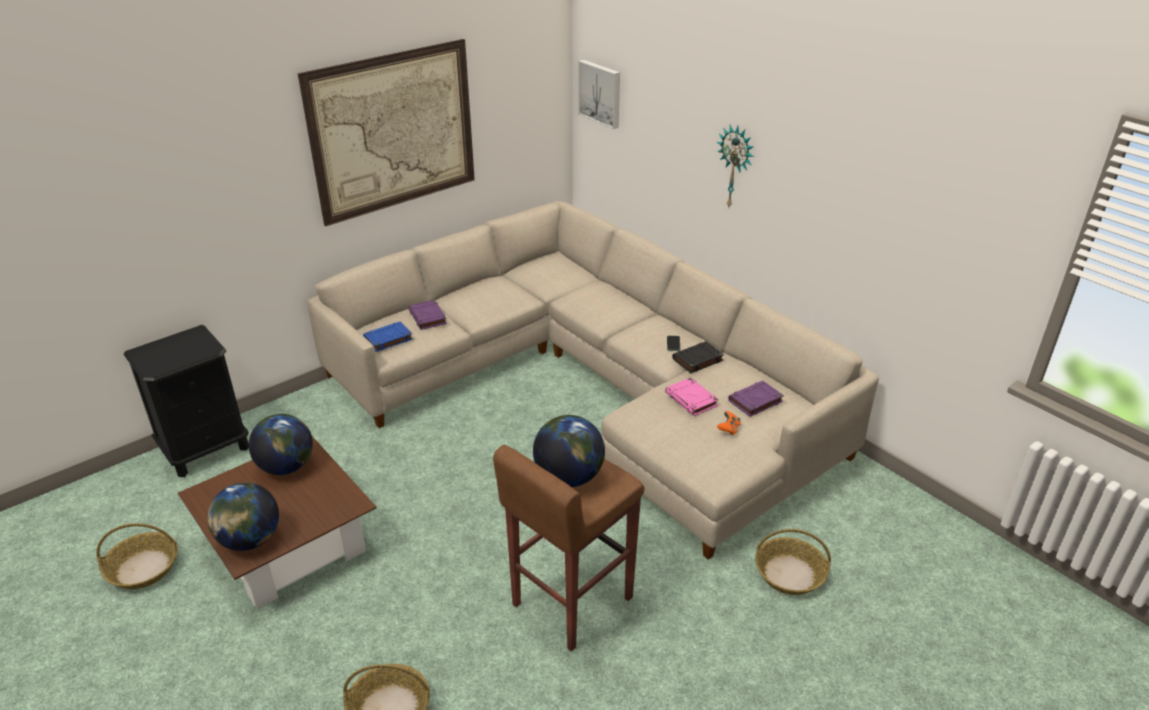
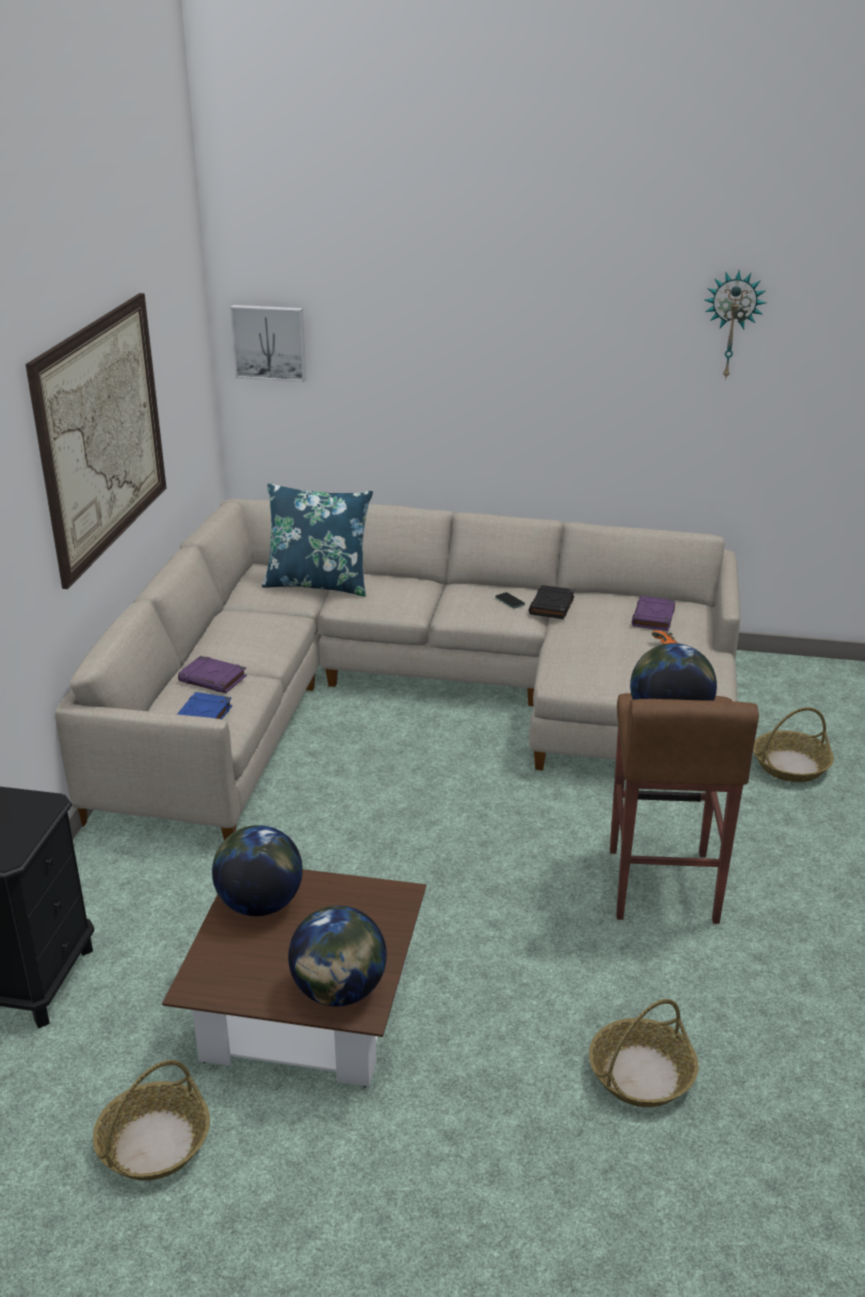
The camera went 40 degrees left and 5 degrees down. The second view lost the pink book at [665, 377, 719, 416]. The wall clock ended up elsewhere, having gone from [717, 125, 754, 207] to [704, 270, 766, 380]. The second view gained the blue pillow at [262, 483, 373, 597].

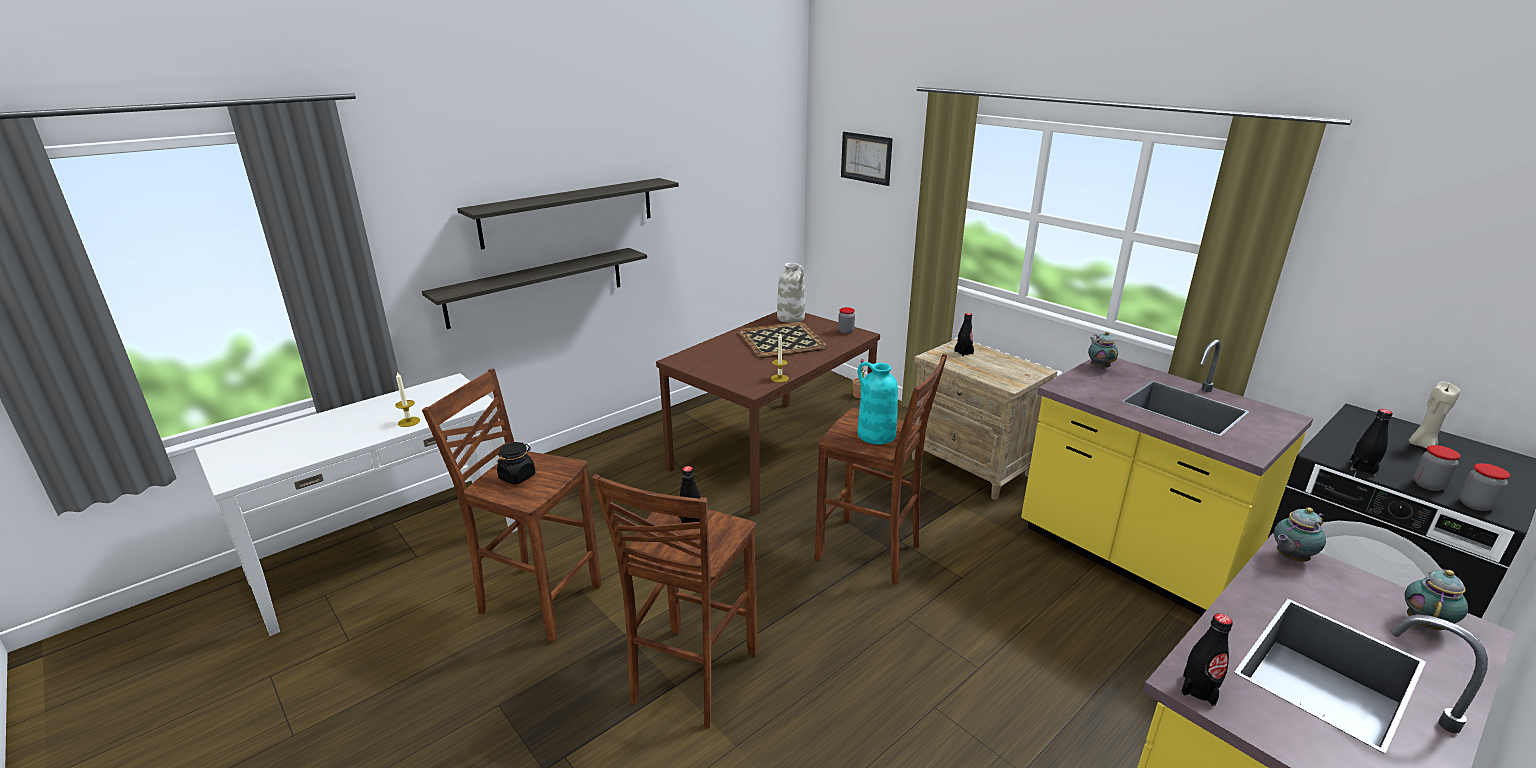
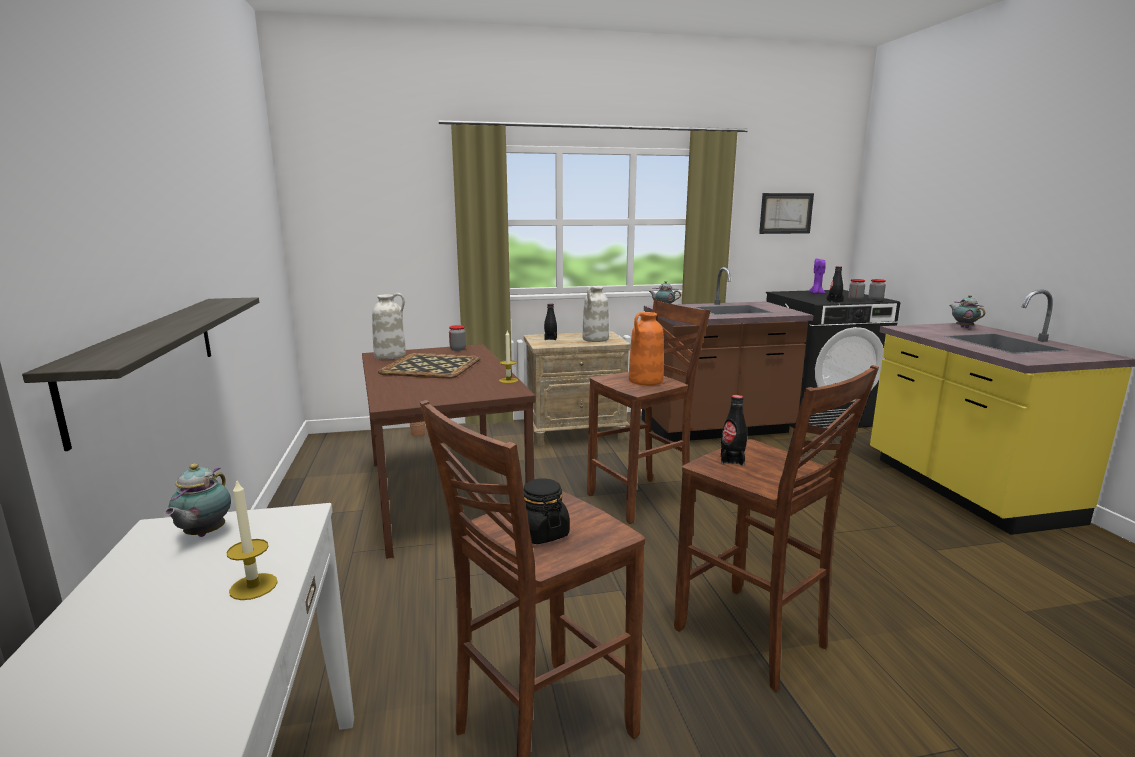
The camera went 60 degrees left and 10 degrees down. The second view lost the shelf at [457, 178, 679, 250]. The picture ended up elsewhere, having gone from [841, 132, 893, 186] to [759, 193, 814, 234]. What was the turquoise vase at [857, 362, 898, 445] turned into the orange vase at [629, 312, 664, 385]. What was the yellow counter at [1021, 339, 1314, 616] turned into the brown counter at [642, 267, 814, 442]. The second view lost the black bottle at [1181, 613, 1233, 706]. The teapot ended up elsewhere, having gone from [1274, 507, 1326, 562] to [164, 463, 231, 537]. What was the beige candle at [1409, 382, 1460, 449] turned into the purple candle at [809, 259, 826, 294]. The second view gained the white vase at [583, 286, 609, 342].

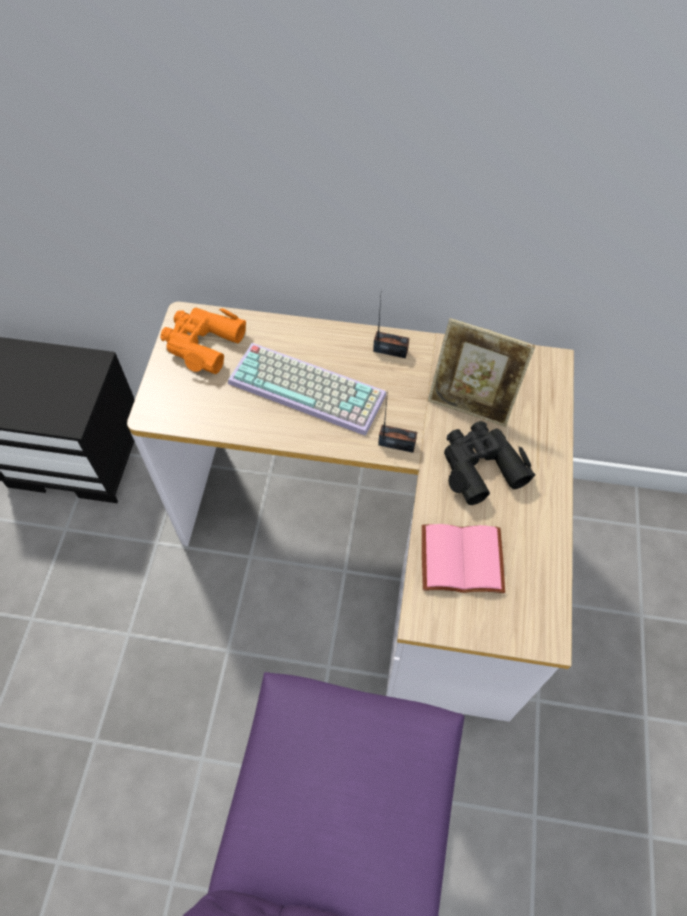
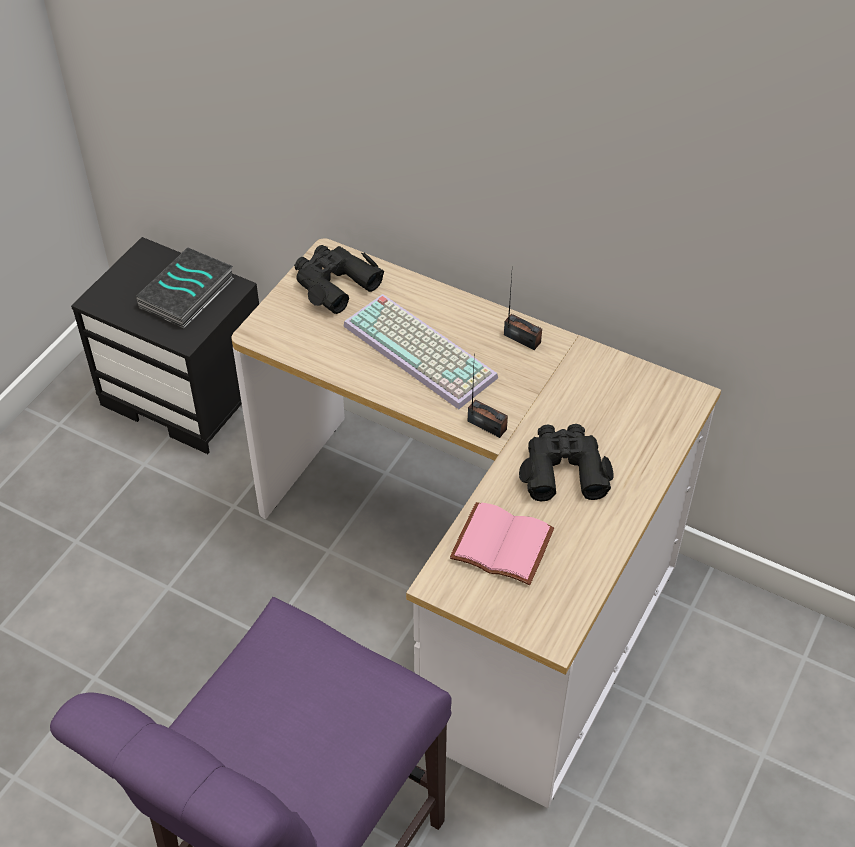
The camera went 20 degrees right and 10 degrees down. What was the orange binoculars at [160, 308, 246, 374] turned into the black binoculars at [294, 245, 384, 314]. The second view lost the picture frame at [428, 318, 536, 427]. The second view gained the book at [136, 247, 234, 329].

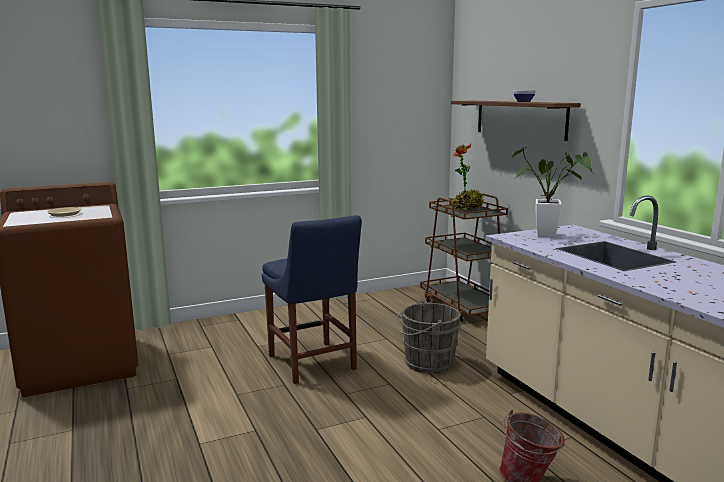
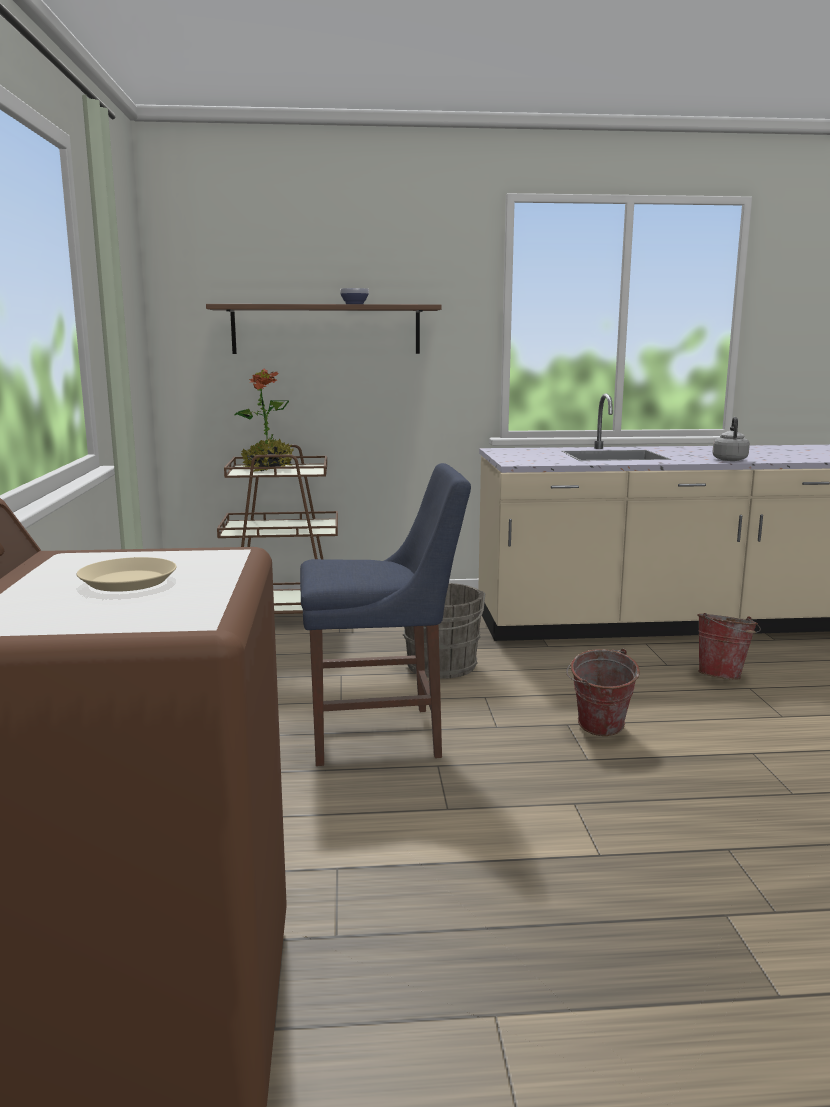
The camera went 70 degrees left and 0 degrees up. The second view lost the potted plant at [512, 147, 593, 237]. The second view gained the bucket at [566, 649, 640, 736]. The second view gained the grey kettle at [712, 417, 750, 461].

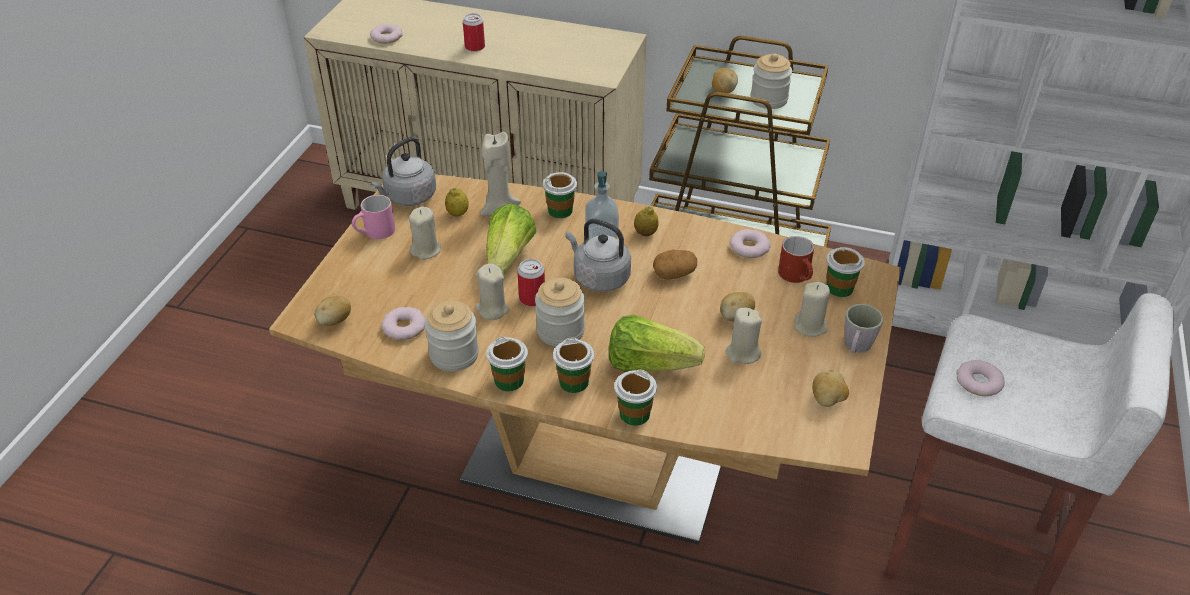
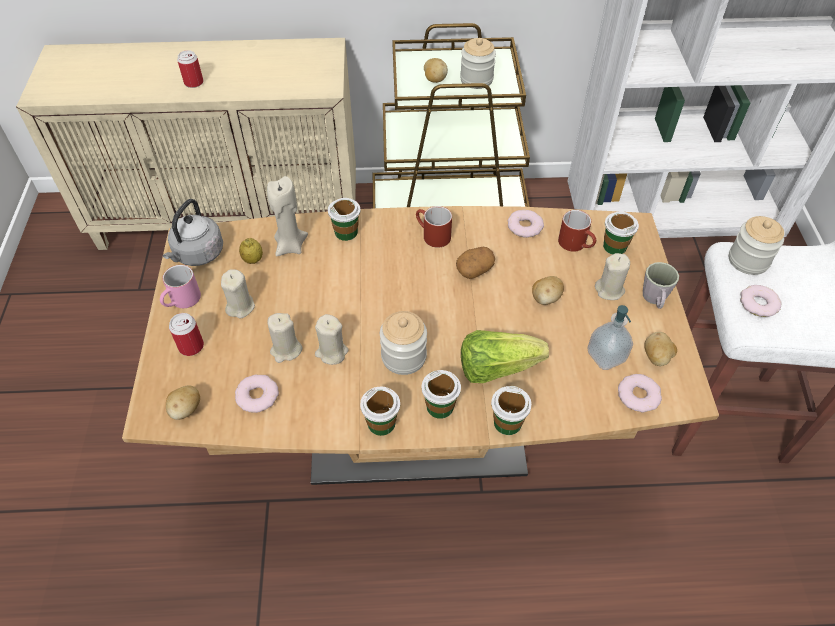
The camera went 20 degrees left and 10 degrees up. The donut ended up elsewhere, having gone from [370, 24, 403, 44] to [618, 374, 662, 413]. The jar ended up elsewhere, having gone from [425, 301, 479, 372] to [729, 216, 784, 275]. The second view lost the lettuce at [486, 203, 536, 275]. The can ended up elsewhere, having gone from [517, 259, 545, 306] to [169, 313, 204, 356]. The second view lost the grey kettle at [566, 219, 631, 292]. The soap dispenser ended up elsewhere, having gone from [585, 171, 619, 239] to [588, 305, 633, 370]. Where the lemon stood at [634, 206, 659, 236], the red mug came to stand at [416, 206, 452, 248]. The beige candle ended up elsewhere, having gone from [725, 308, 762, 364] to [268, 313, 302, 363].

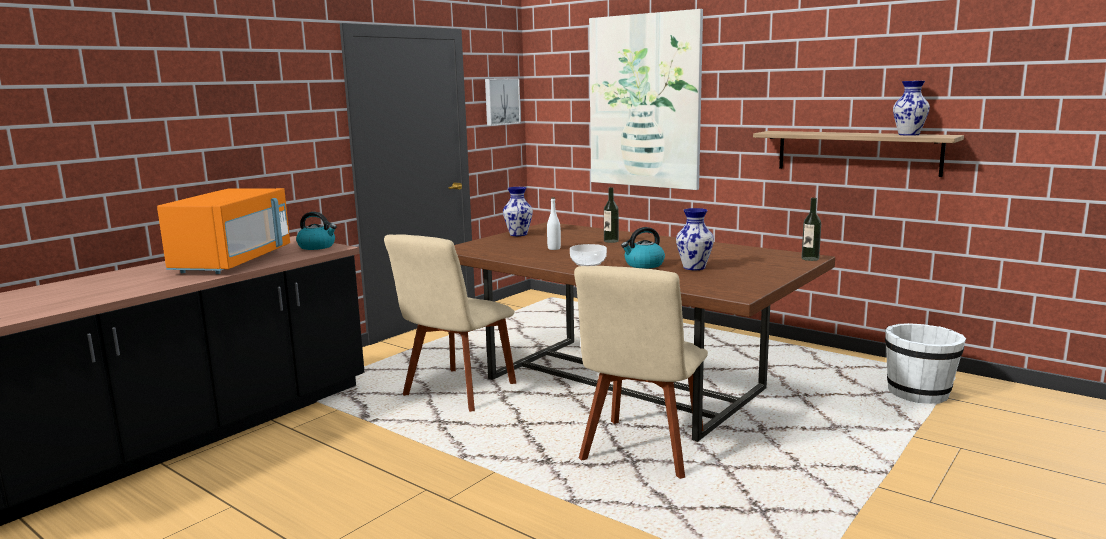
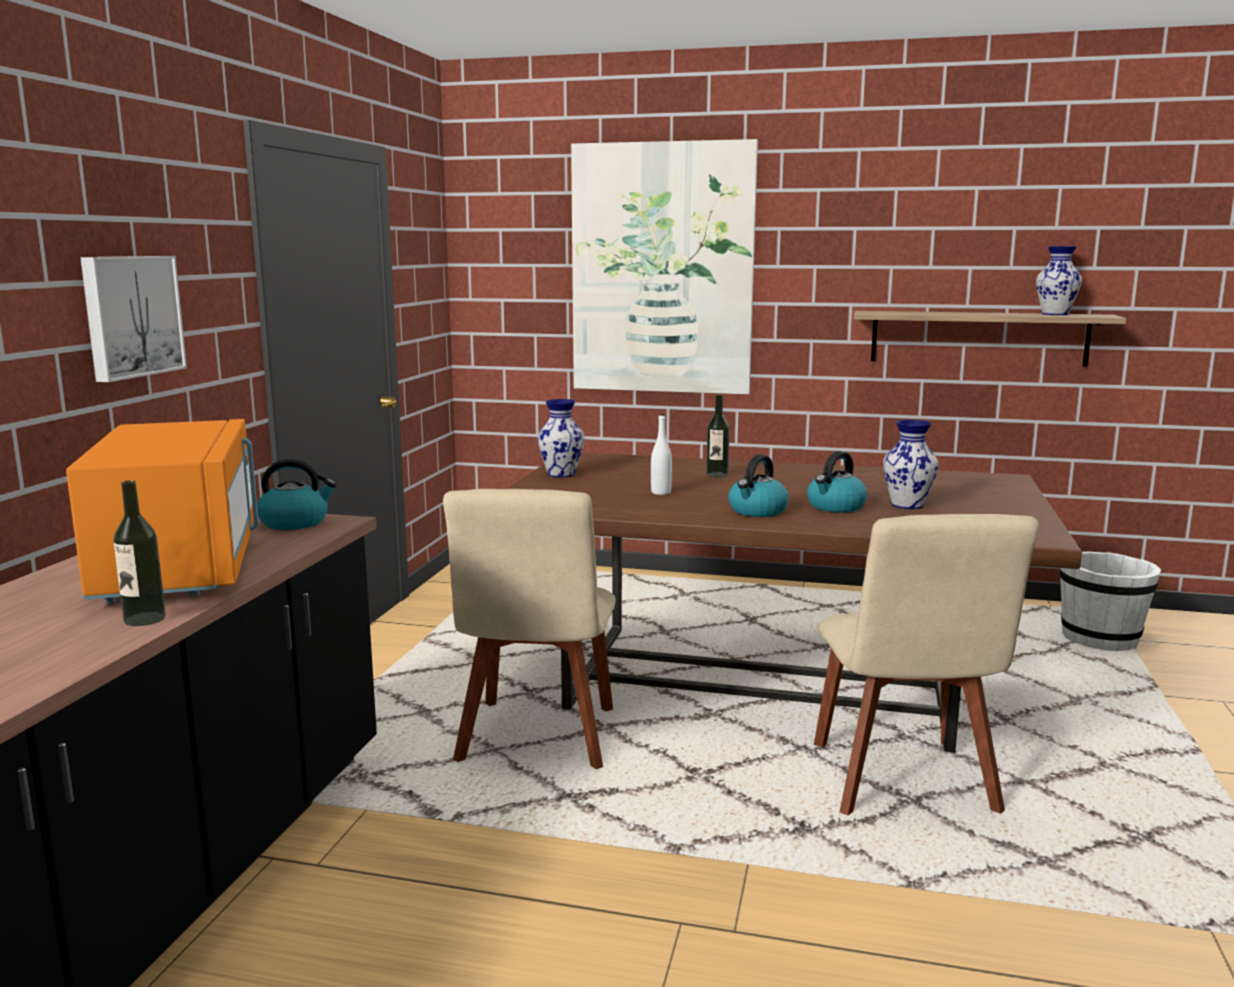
The camera went 25 degrees left and 0 degrees up. The picture ended up elsewhere, having gone from [485, 78, 521, 126] to [80, 256, 187, 382]. Where the bowl stood at [570, 244, 607, 266], the kettle came to stand at [728, 454, 789, 517]. The bottle ended up elsewhere, having gone from [802, 198, 821, 261] to [113, 480, 166, 626].

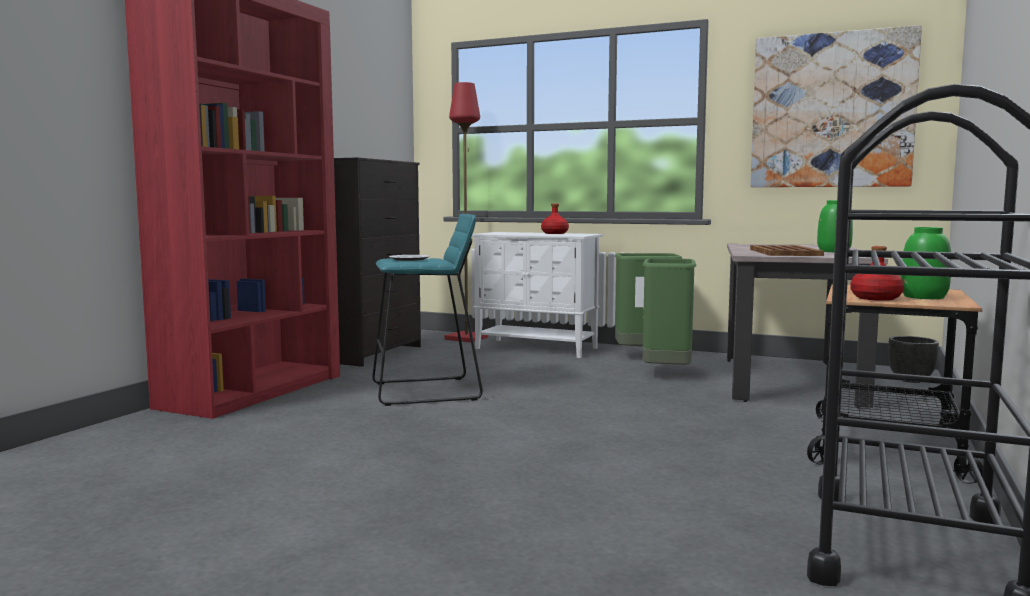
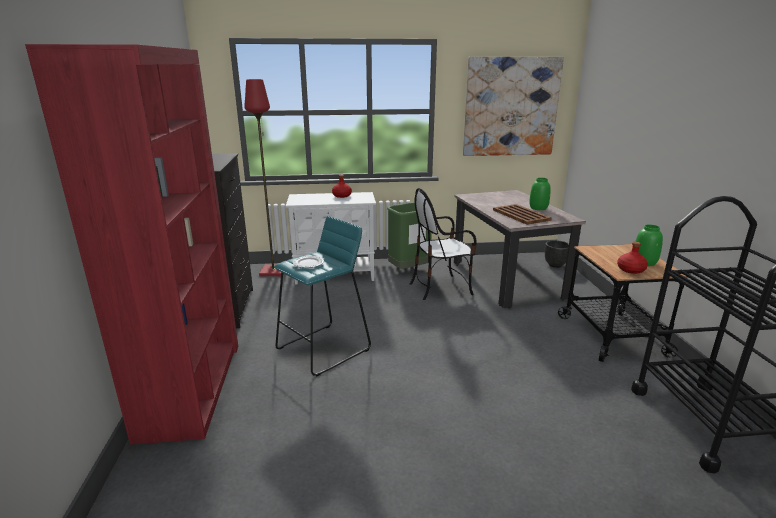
The camera went 30 degrees left and 15 degrees up. Where the green trash can stood at [643, 258, 696, 365], the chair came to stand at [410, 188, 477, 300].

